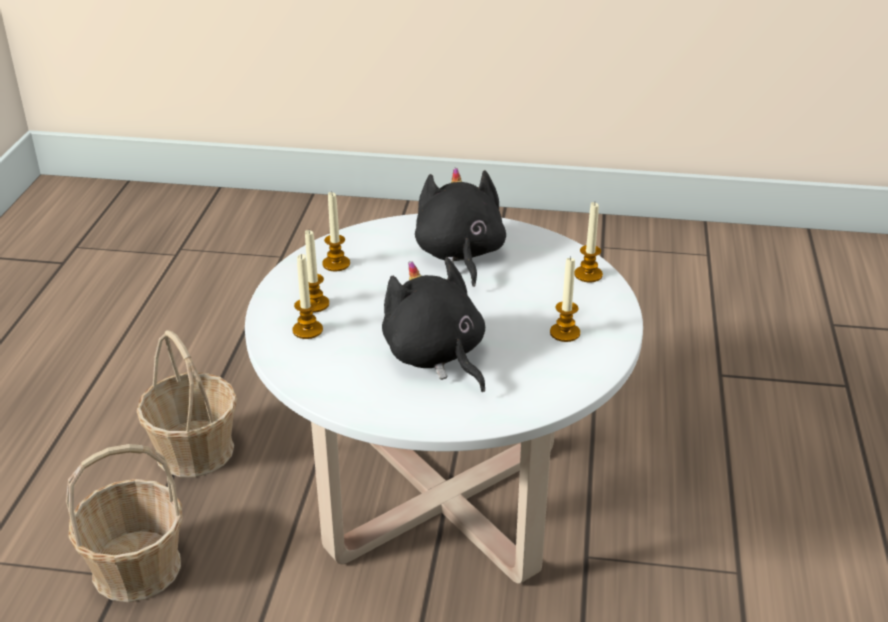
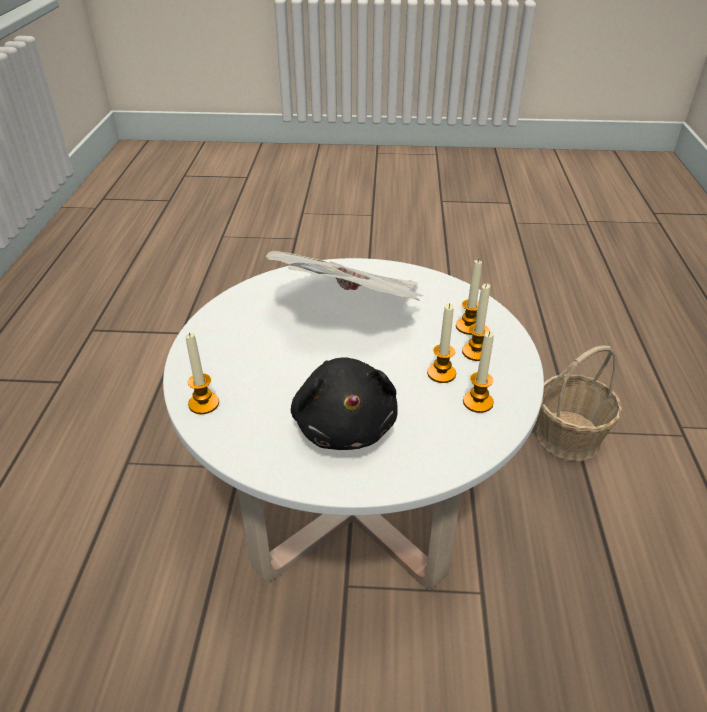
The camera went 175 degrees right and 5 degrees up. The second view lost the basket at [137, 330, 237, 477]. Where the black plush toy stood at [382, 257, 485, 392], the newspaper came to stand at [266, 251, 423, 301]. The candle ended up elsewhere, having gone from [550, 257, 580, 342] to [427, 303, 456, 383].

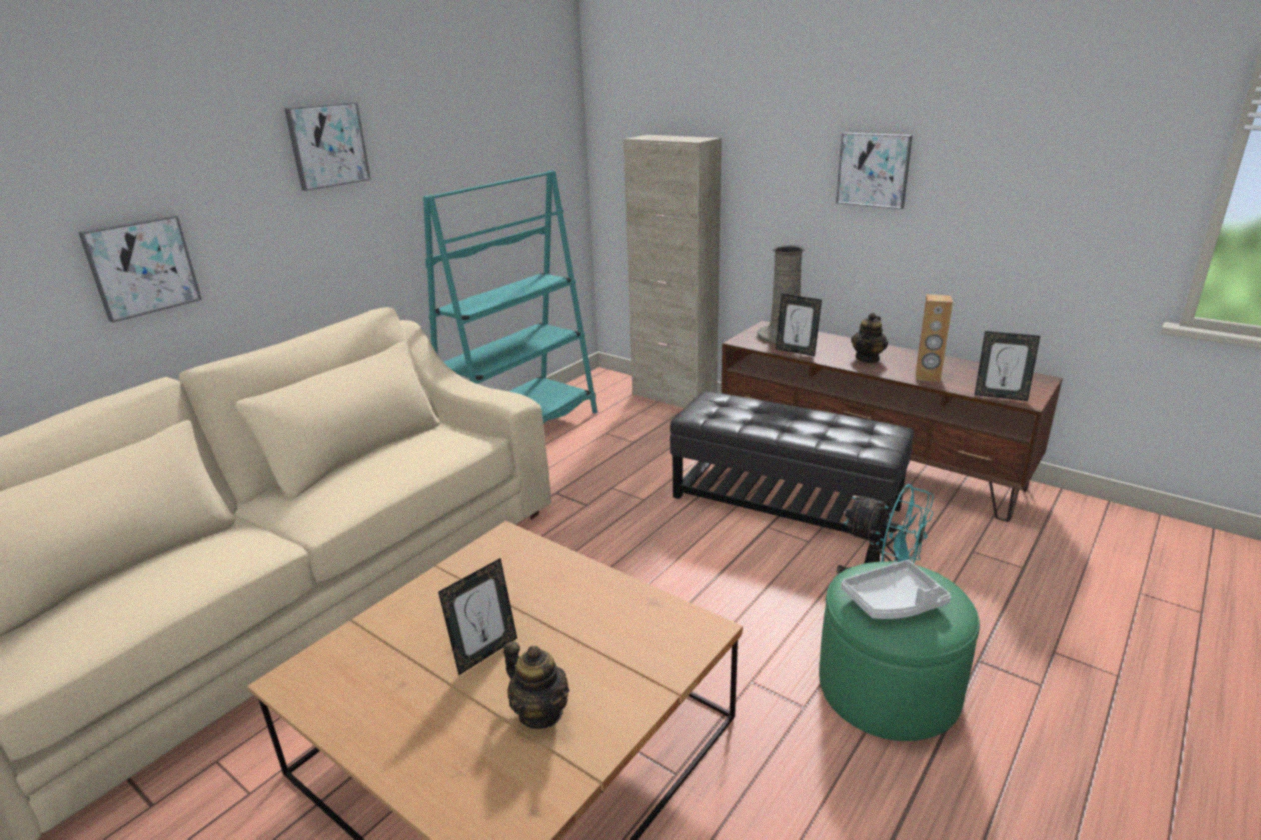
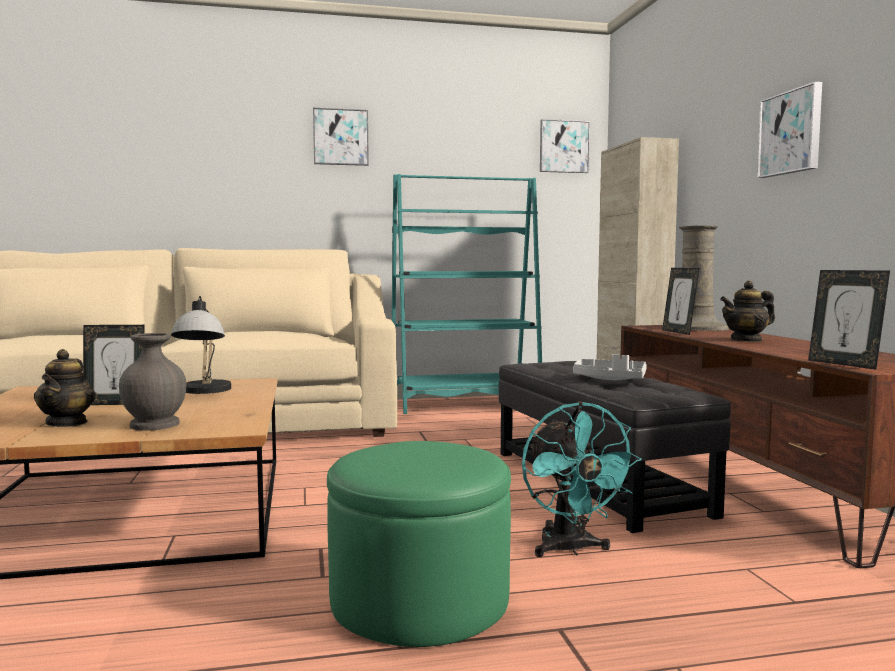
The camera went 40 degrees right and 20 degrees down. The picture ended up elsewhere, having gone from [78, 215, 202, 323] to [540, 119, 590, 173]. The grey tray ended up elsewhere, having gone from [841, 560, 951, 619] to [573, 354, 647, 380]. The second view lost the brown speaker at [916, 294, 953, 382]. The second view gained the grey vase at [119, 333, 186, 430]. The second view gained the table lamp at [171, 296, 231, 394].

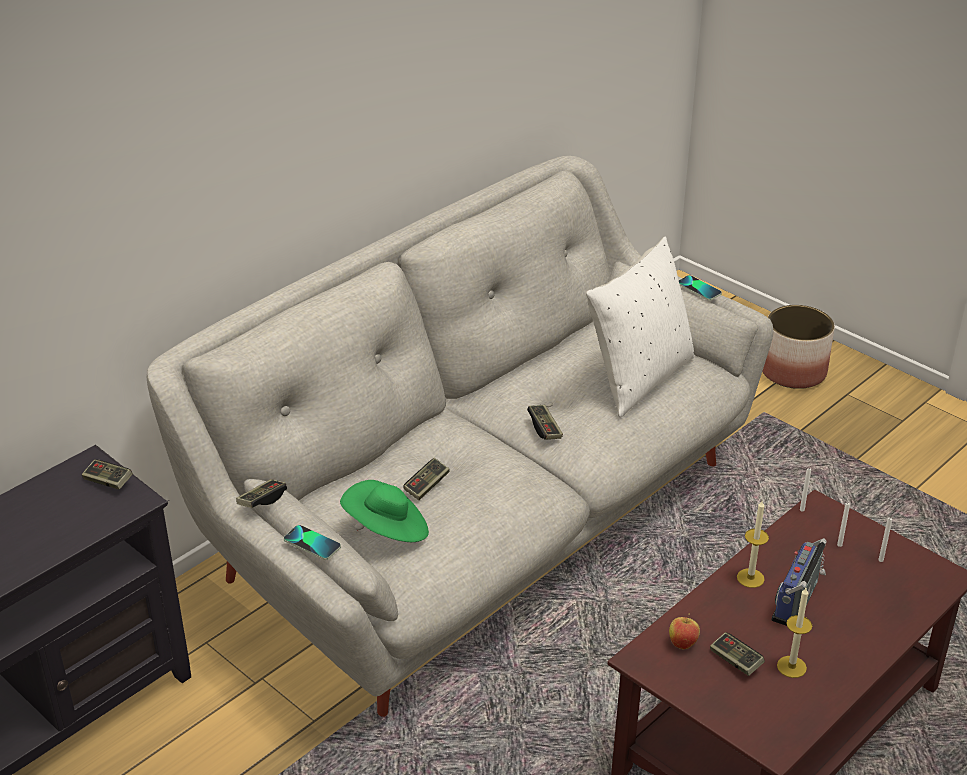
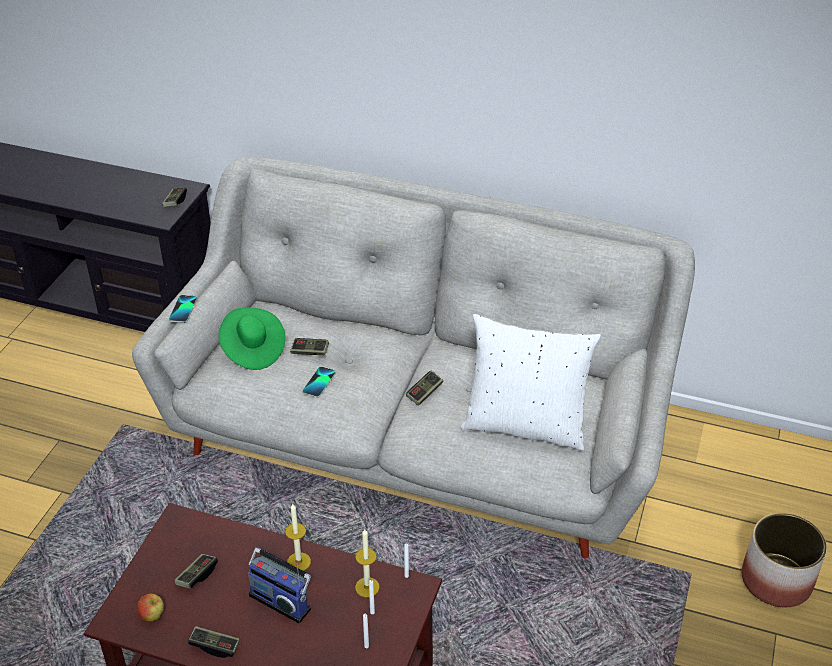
The camera went 65 degrees right and 5 degrees up. The game controller ended up elsewhere, having gone from [236, 479, 287, 508] to [188, 626, 240, 658]. The apple ended up elsewhere, having gone from [669, 614, 700, 649] to [137, 594, 164, 621]. The phone ended up elsewhere, having gone from [679, 275, 722, 301] to [302, 366, 336, 398]. The radio at [772, 538, 827, 626] ended up facing another way, 150 degrees counterclockwise from before. The candle ended up elsewhere, having gone from [777, 588, 812, 678] to [355, 529, 379, 597].

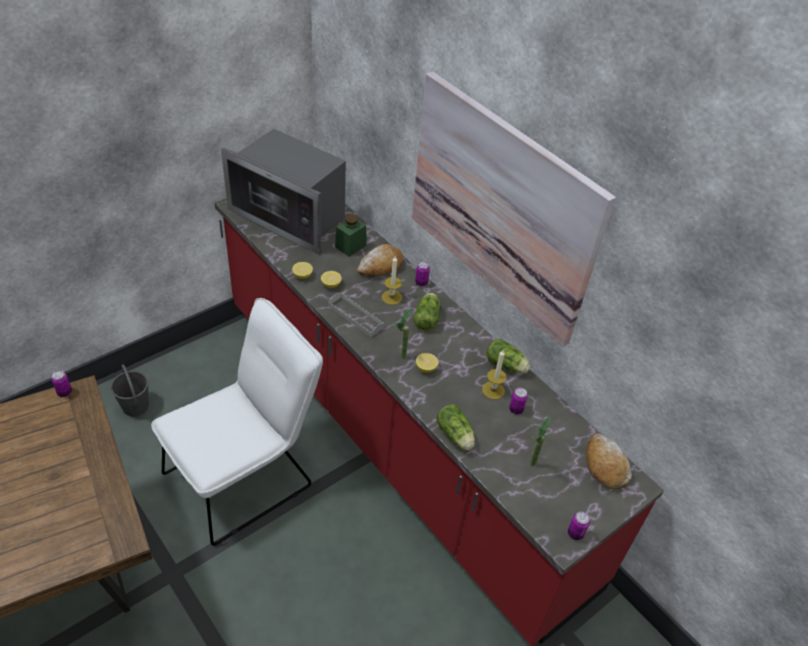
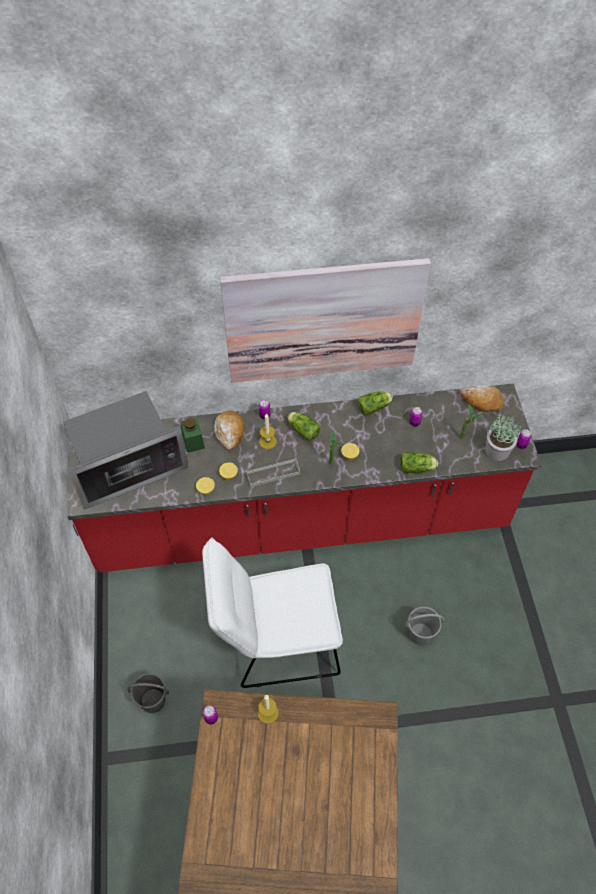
The camera went 55 degrees left and 10 degrees up. The white chair at [151, 298, 323, 546] ended up facing another way, 90 degrees counterclockwise from before. The candle ended up elsewhere, having gone from [482, 350, 507, 400] to [258, 695, 279, 724]. The second view gained the grey bucket at [405, 607, 444, 646]. The second view gained the potted plant at [485, 413, 521, 461].

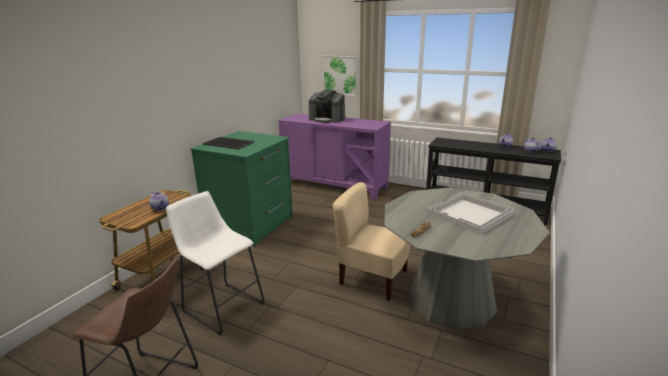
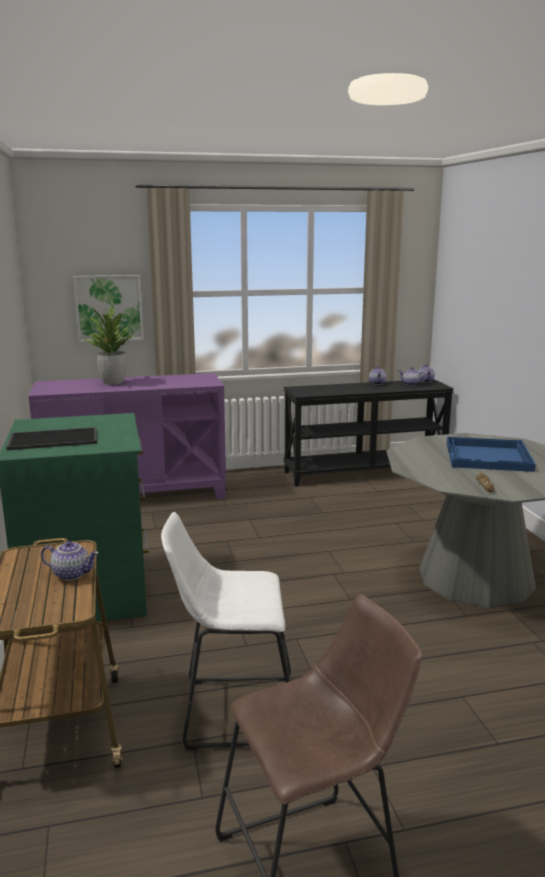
The camera went 40 degrees left and 5 degrees down. Where the coffee machine stood at [308, 90, 345, 123], the potted plant came to stand at [82, 304, 135, 385]. The second view lost the beige chair at [332, 182, 410, 301]. What was the white tray at [428, 192, 514, 234] turned into the blue tray at [447, 437, 536, 472].

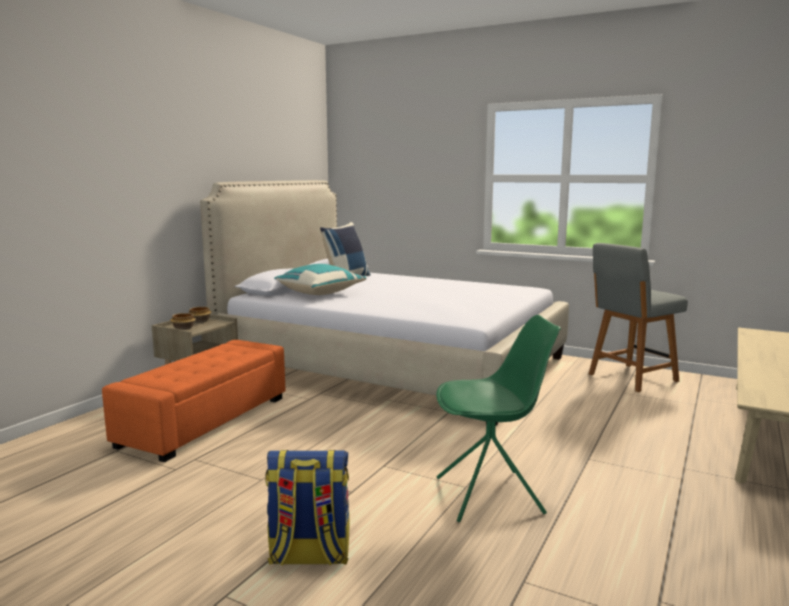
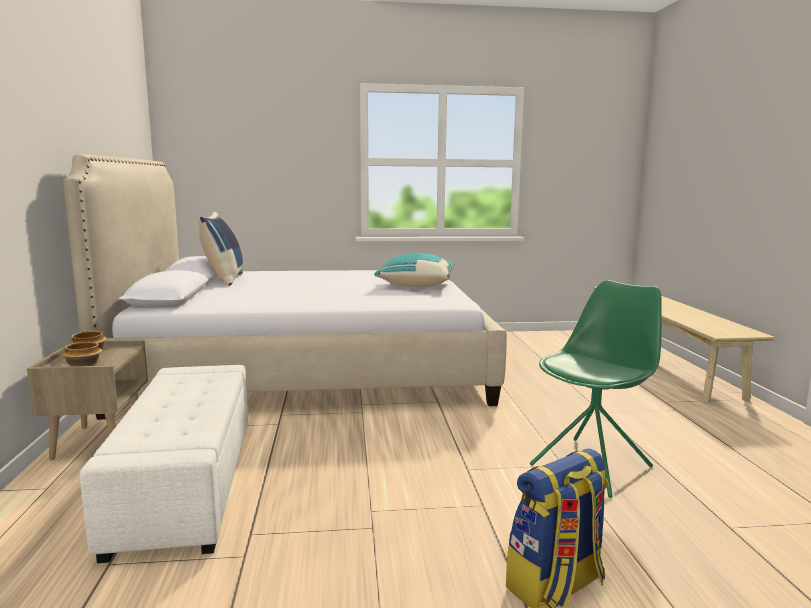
The camera went 35 degrees left and 0 degrees up. What was the orange ottoman at [102, 340, 285, 462] turned into the white ottoman at [80, 365, 248, 563]. The turquoise pillow ended up elsewhere, having gone from [275, 264, 367, 295] to [374, 253, 455, 287]. The second view lost the grey chair at [589, 243, 688, 392].

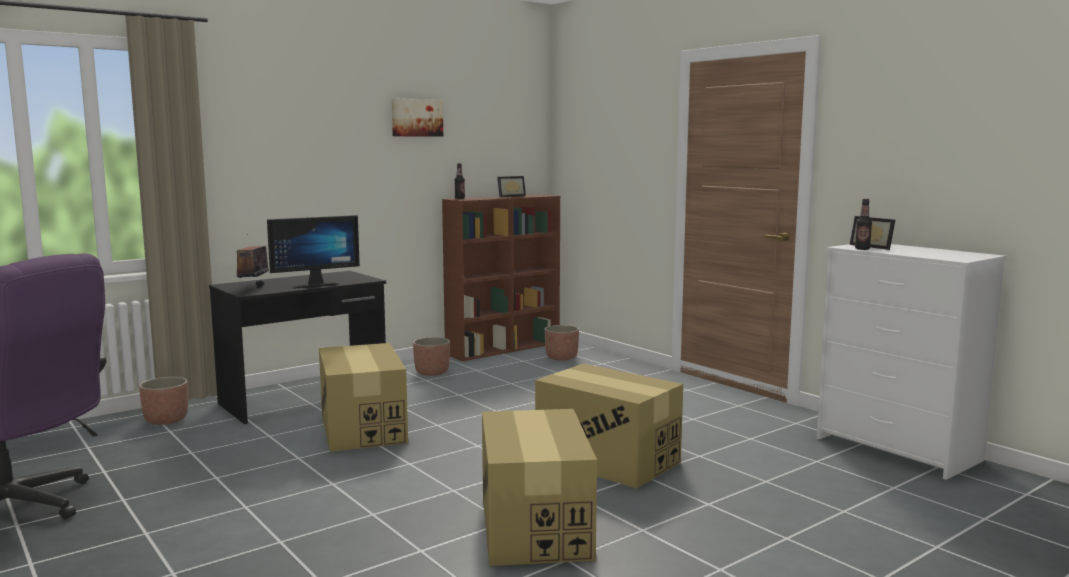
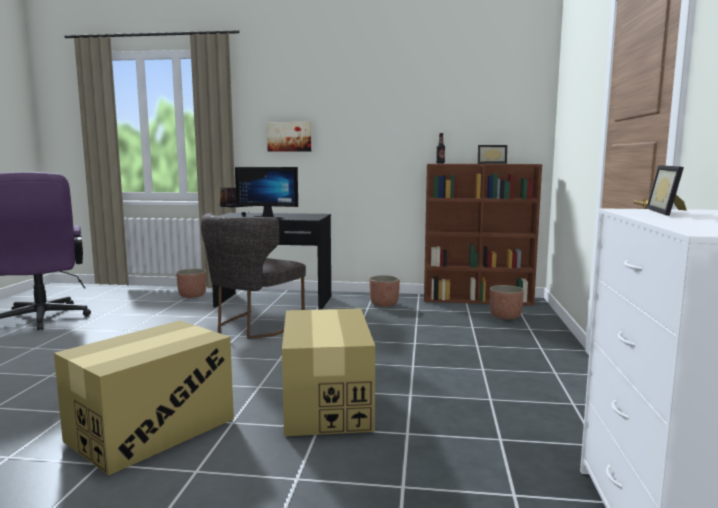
The camera went 45 degrees right and 0 degrees up. Where the cardboard box stood at [319, 343, 408, 452], the grey chair came to stand at [201, 213, 306, 339]. The picture ended up elsewhere, having gone from [392, 98, 443, 137] to [267, 122, 311, 152]. The second view lost the bottle at [855, 199, 872, 250].

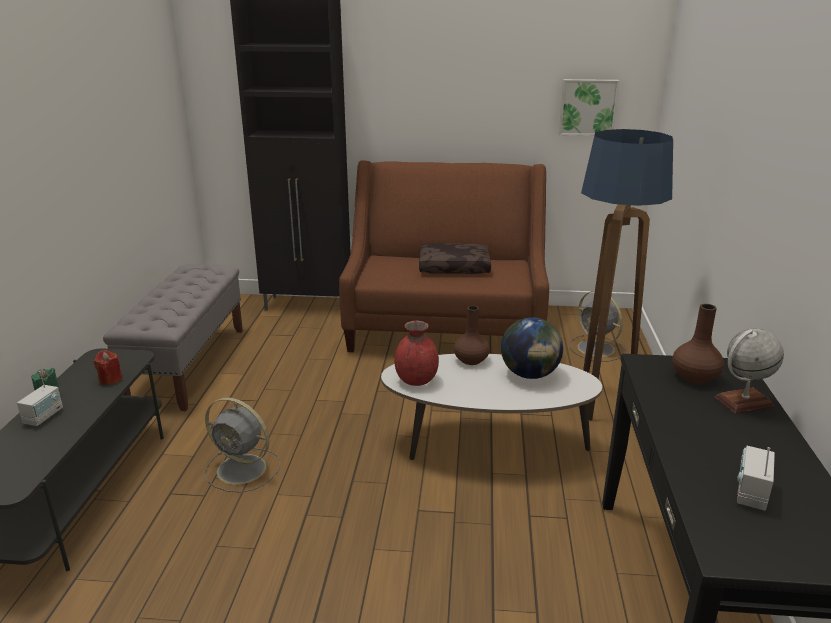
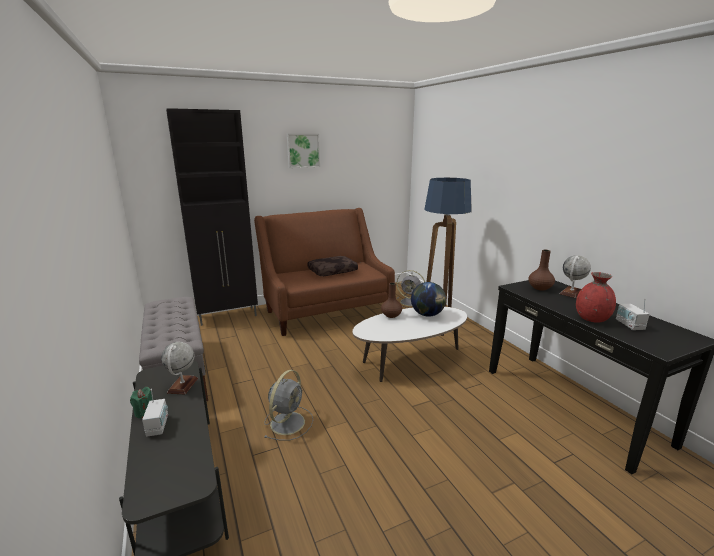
The camera went 30 degrees left and 5 degrees down. Where the red candle stood at [94, 350, 123, 385], the globe came to stand at [161, 342, 198, 394]. The grey fan at [204, 397, 280, 493] ended up facing another way, 60 degrees counterclockwise from before. The red vase ended up elsewhere, having gone from [394, 321, 439, 386] to [576, 272, 616, 323]. The picture ended up elsewhere, having gone from [559, 79, 619, 136] to [287, 134, 320, 168].

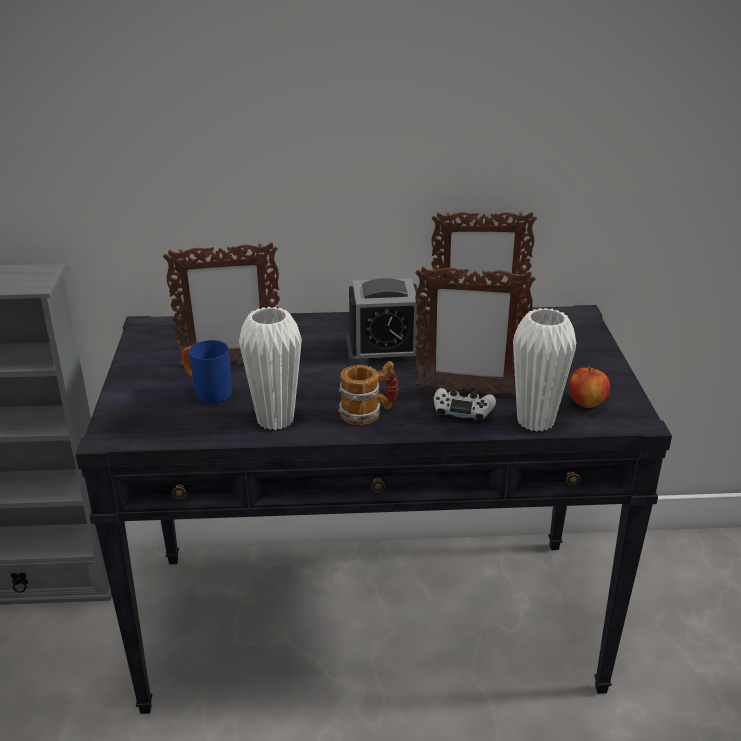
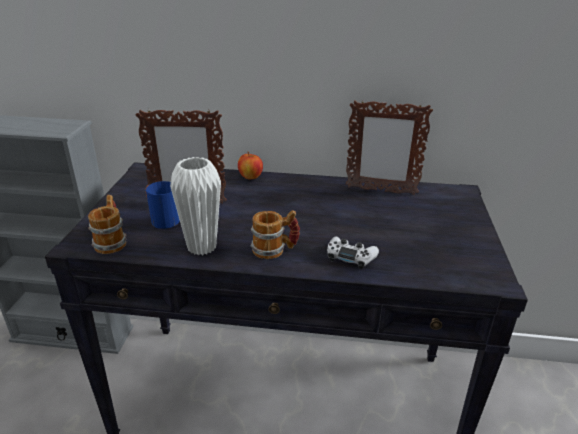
The camera went 10 degrees right and 0 degrees up. The second view lost the alarm clock at [347, 278, 421, 364]. The second view lost the picture frame at [415, 265, 535, 397]. The second view lost the white vase at [513, 308, 576, 432]. The apple ended up elsewhere, having gone from [569, 366, 610, 408] to [238, 152, 263, 179]. The second view gained the mug at [88, 195, 126, 254].

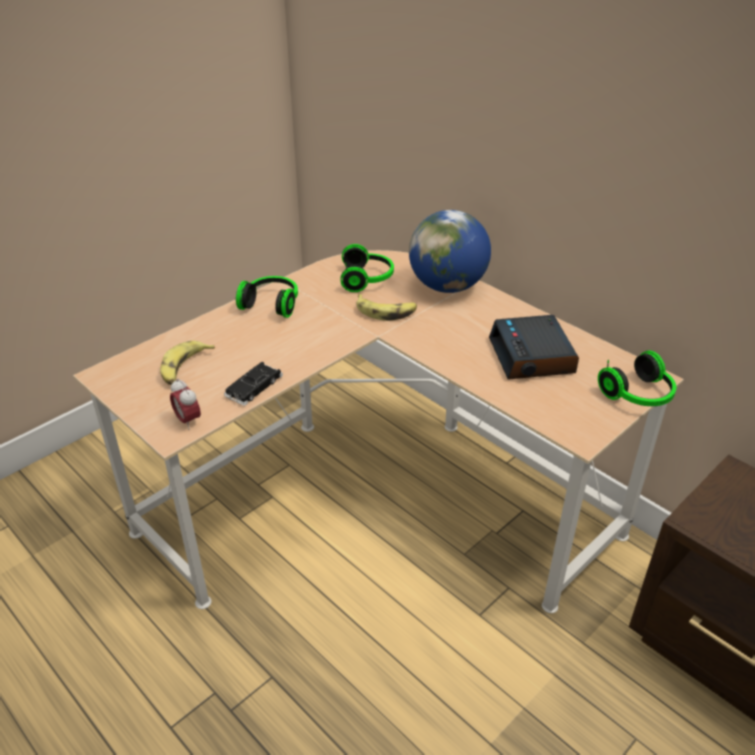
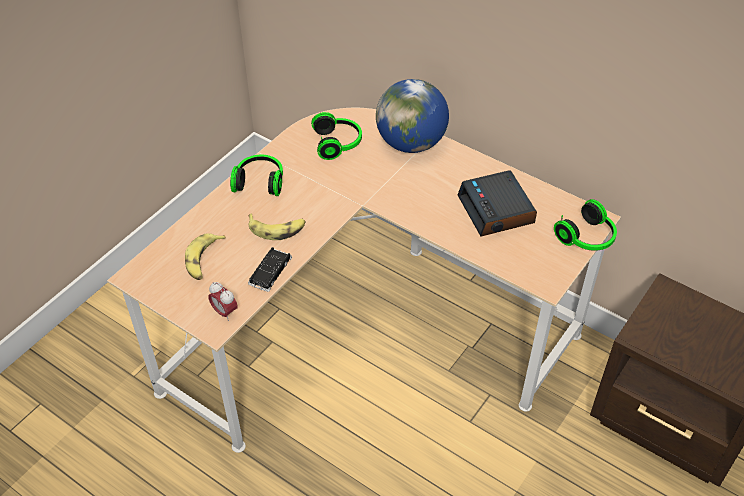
The camera went 10 degrees left and 10 degrees up. The banana ended up elsewhere, having gone from [357, 294, 417, 321] to [248, 213, 305, 240].

